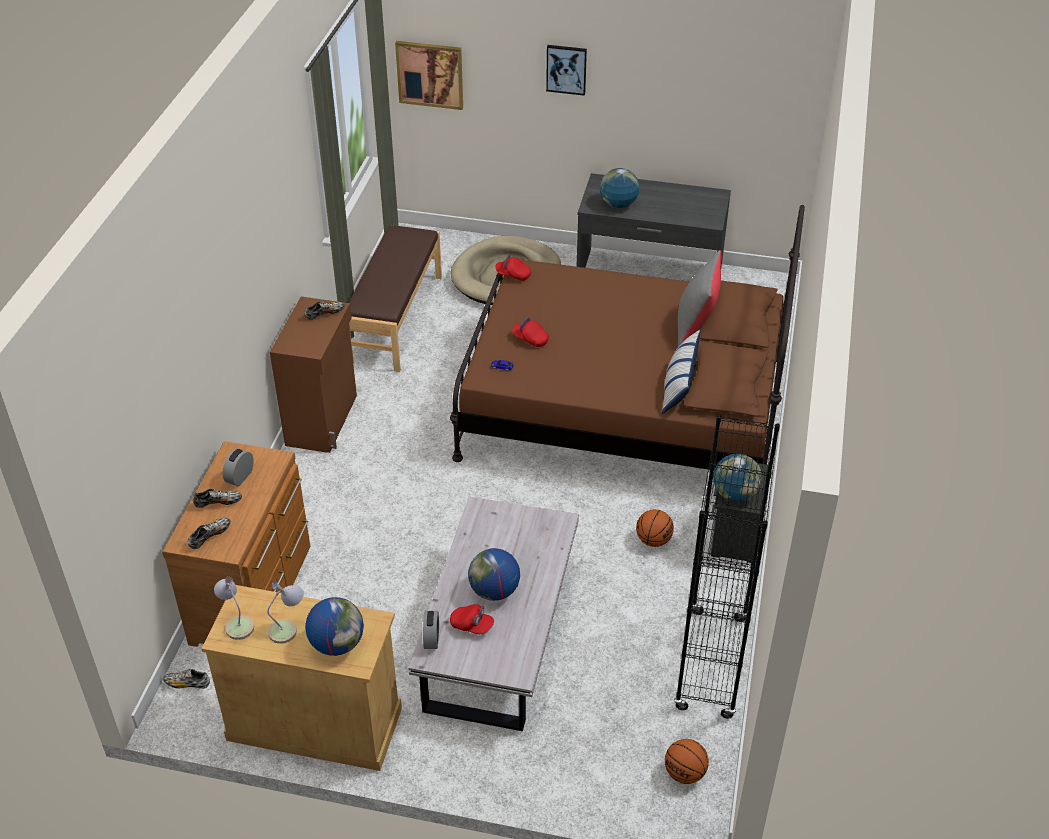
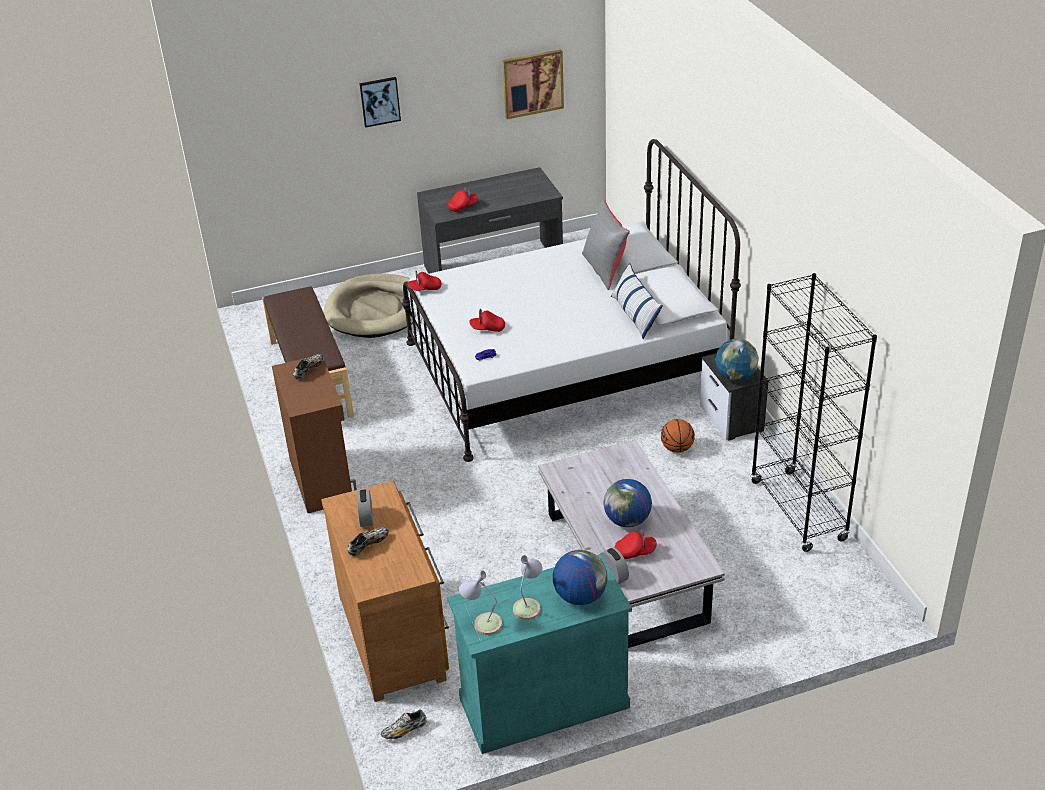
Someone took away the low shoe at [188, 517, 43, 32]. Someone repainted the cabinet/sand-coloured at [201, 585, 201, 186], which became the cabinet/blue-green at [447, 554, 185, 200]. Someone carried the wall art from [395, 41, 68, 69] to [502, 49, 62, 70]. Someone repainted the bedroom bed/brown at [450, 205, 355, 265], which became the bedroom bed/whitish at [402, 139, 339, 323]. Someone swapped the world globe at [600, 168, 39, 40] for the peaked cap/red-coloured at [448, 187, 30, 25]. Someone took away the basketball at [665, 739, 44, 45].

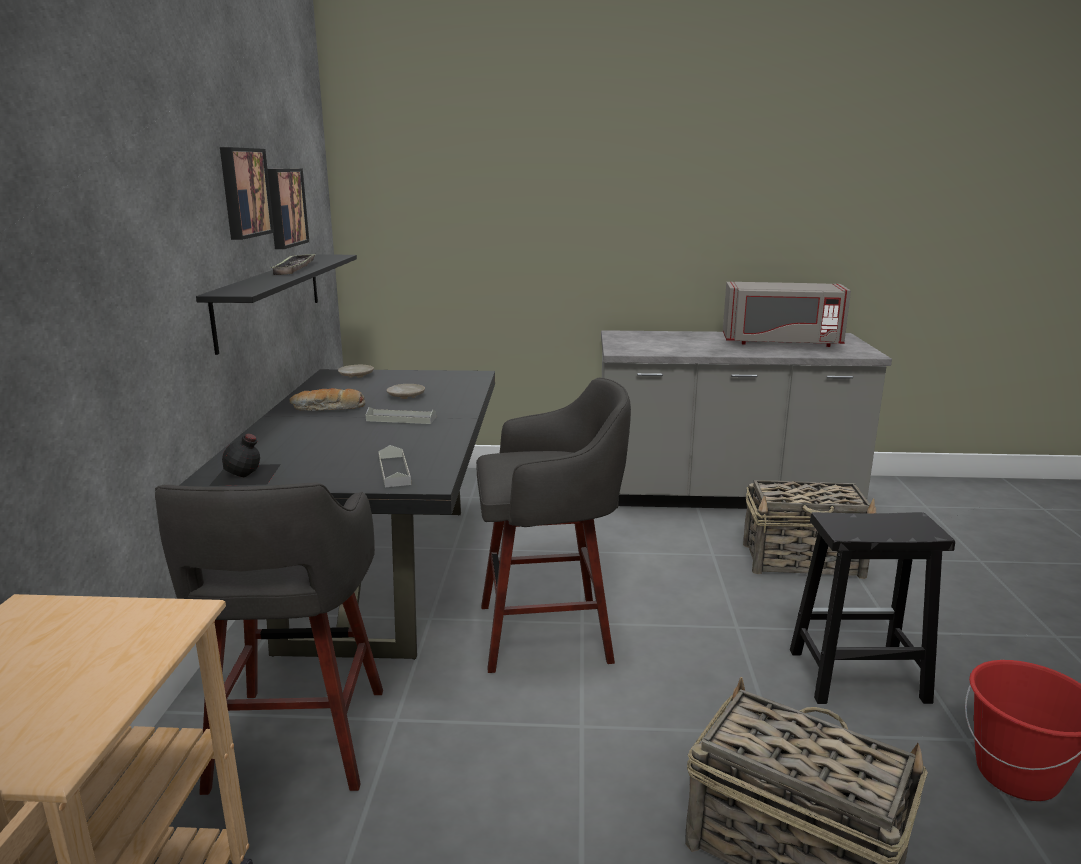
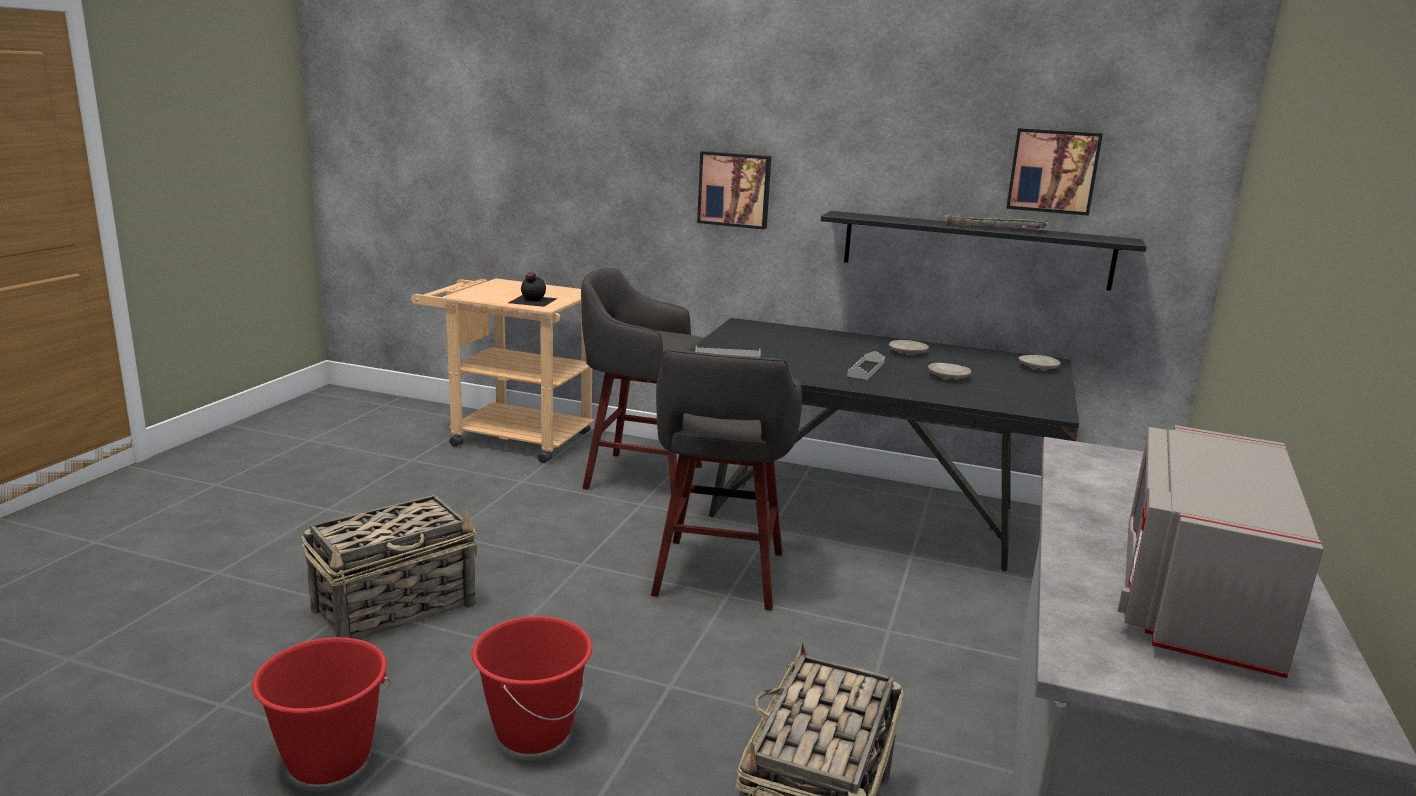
Someone carried the bottle/black from [209, 433, 72, 53] to [508, 272, 50, 35]. Someone carried the wall art from [220, 147, 54, 93] to [697, 151, 74, 79]. Someone swapped the baked bread at [290, 388, 75, 22] for the plate/sand-coloured at [889, 340, 40, 16]. Someone swapped the sitting stool/black at [790, 512, 165, 192] for the water bucket/red-coloured at [472, 616, 120, 138].

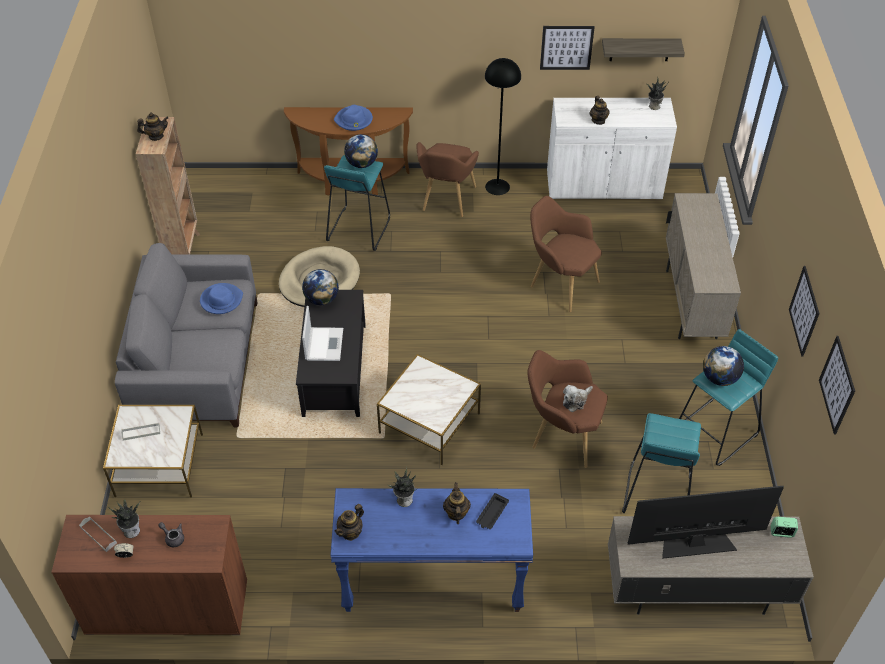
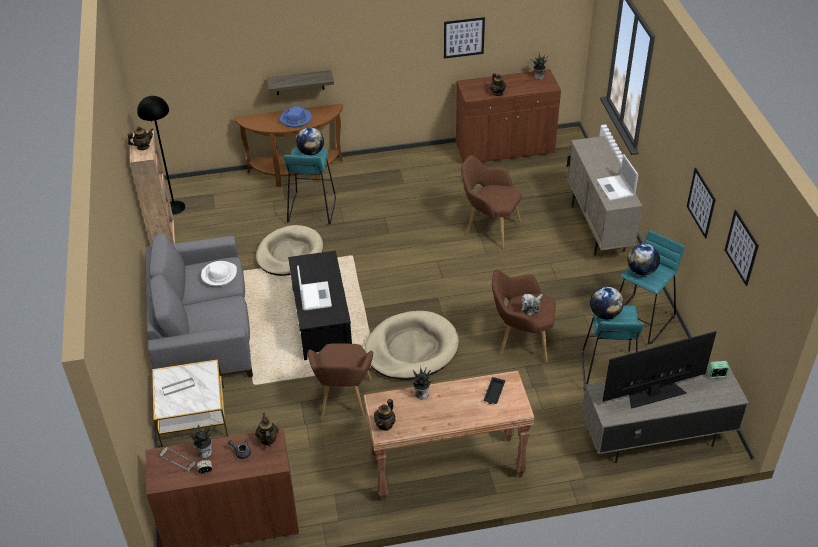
Someone repainted the clothing hat/bluish at [200, 283, 43, 31], which became the clothing hat/whitish at [201, 261, 36, 25]. Someone carried the world globe from [302, 269, 37, 36] to [590, 286, 34, 34]. Someone repainted the hall table/bluish at [330, 488, 203, 124], which became the hall table/brown at [363, 370, 172, 131]. Someone swapped the side table at [377, 354, 104, 111] for the dog cushion/sand-coloured at [365, 311, 94, 69]. Someone carried the lounge chair/brown from [416, 142, 63, 75] to [308, 343, 65, 74]. Someone carried the pot for tea from [443, 482, 28, 42] to [255, 413, 24, 33]. Someone carried the standard lamp/black from [485, 58, 36, 137] to [137, 96, 48, 119]. Someone repainted the cabinet/whitish at [547, 98, 130, 101], which became the cabinet/brown at [456, 69, 105, 94]. Someone carried the wall shelf from [602, 38, 83, 23] to [267, 70, 67, 25]. Someone put down the notebook computer at [596, 154, 43, 47].

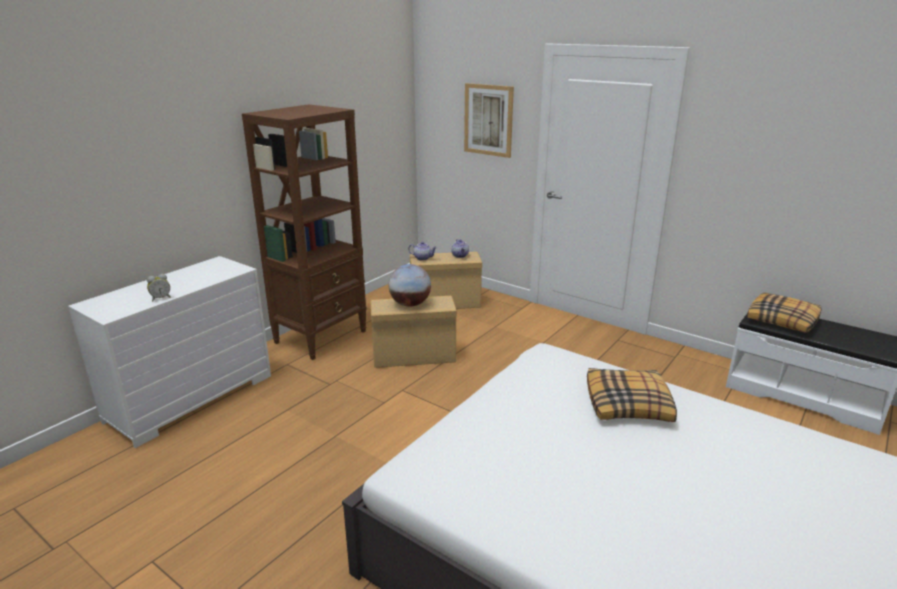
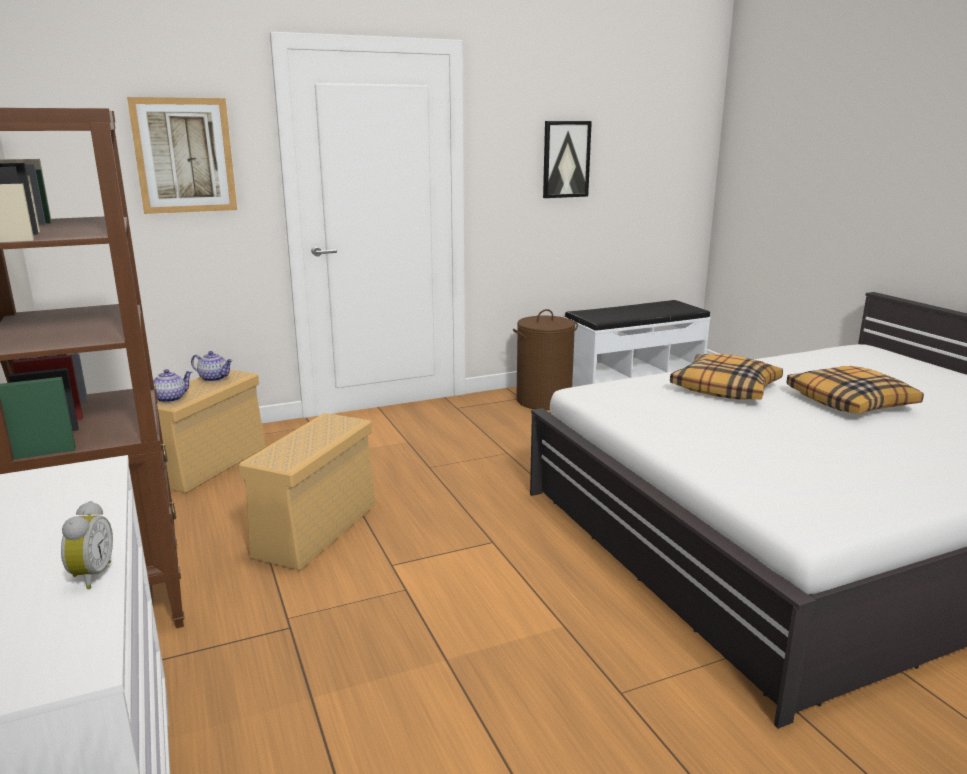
Someone took away the world globe at [389, 264, 42, 43]. Someone carried the cushion from [747, 293, 75, 40] to [787, 366, 137, 48]. Someone put down the washing basket/brown at [513, 309, 65, 101]. Someone put up the wall art at [543, 121, 49, 77].

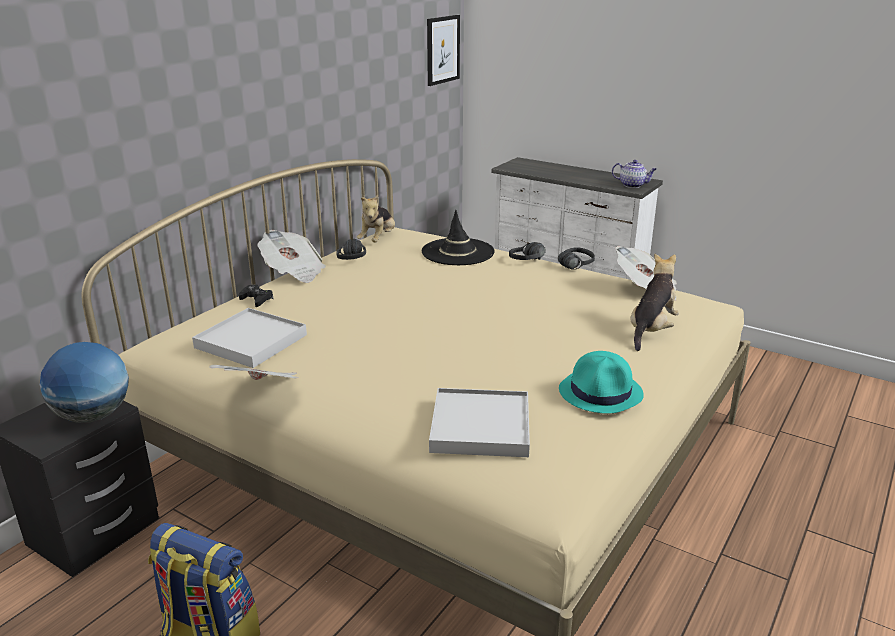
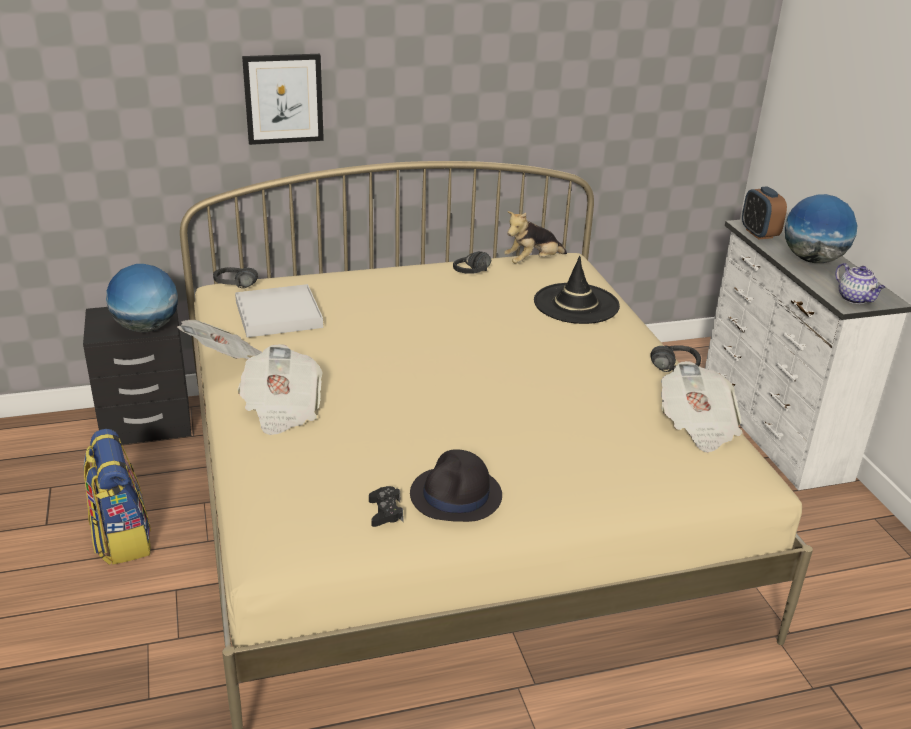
Someone carried the gamepad/black from [239, 285, 34, 22] to [369, 486, 34, 41]. Someone carried the daily paper from [257, 230, 69, 53] to [238, 344, 85, 91]. Someone carried the wall art from [427, 15, 33, 71] to [242, 54, 82, 91]. Someone took away the carrying tray/whitish at [429, 388, 101, 69]. Someone carried the headphones/black from [509, 242, 37, 18] to [213, 267, 45, 21]. Someone repainted the clothing hat/blue-green at [559, 351, 85, 63], which became the clothing hat/black at [410, 449, 92, 73]. Someone took away the soft toy at [631, 253, 48, 98]. Someone put down the bedside clock at [742, 186, 45, 54]. Someone put down the world globe at [785, 194, 72, 69].

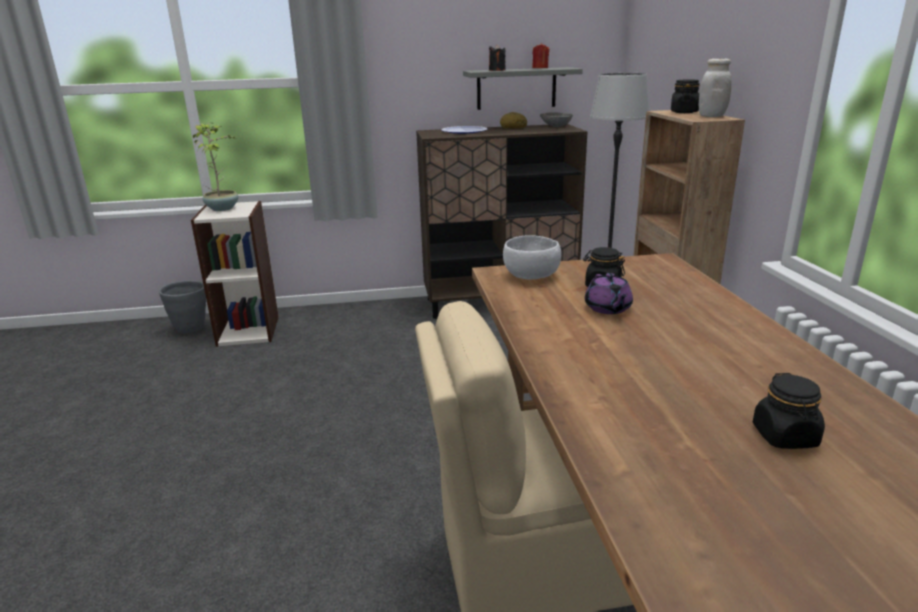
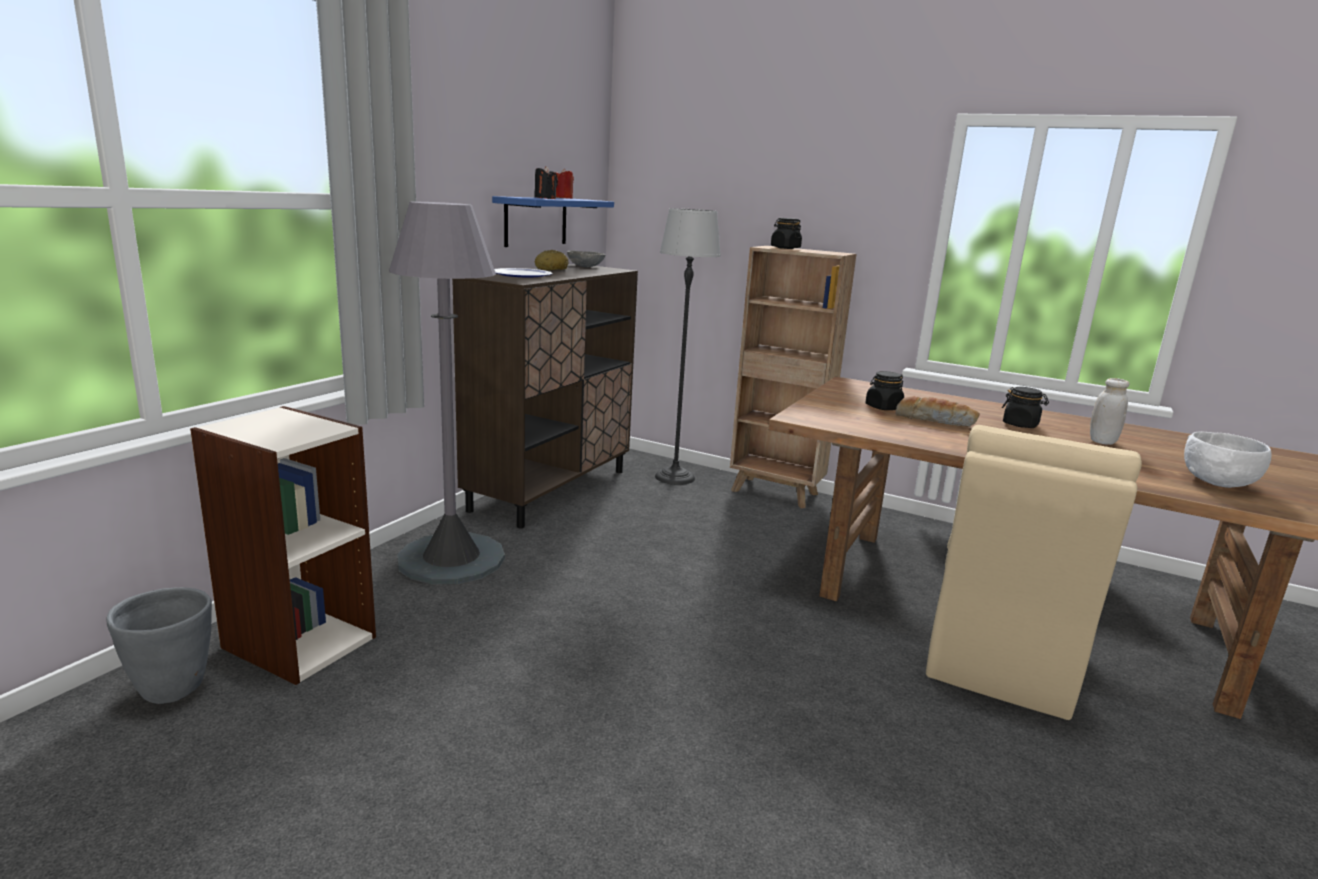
Someone took away the plant in a pot at [193, 122, 45, 89]. Someone repainted the wall shelf/gray at [463, 67, 120, 43], which became the wall shelf/bluish at [492, 196, 122, 51]. Someone carried the bowl/whitish from [503, 235, 58, 45] to [1184, 431, 88, 57]. Someone swapped the pot for tea/purple at [585, 273, 48, 41] for the baked bread at [895, 396, 85, 31]. Someone carried the storage jar/whitish from [698, 59, 34, 58] to [1090, 378, 39, 67]. Someone carried the storage jar/black from [753, 373, 72, 76] to [1002, 387, 47, 41]. Someone put down the standard lamp/gray at [389, 202, 116, 383].

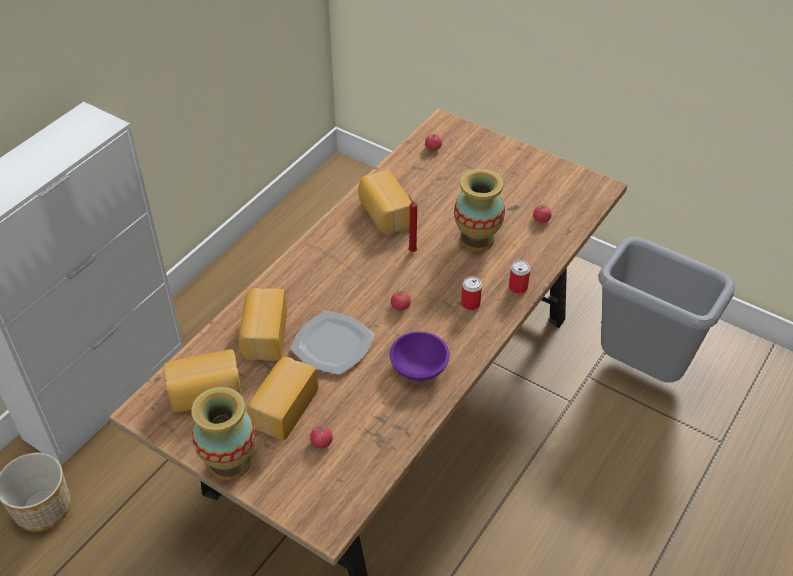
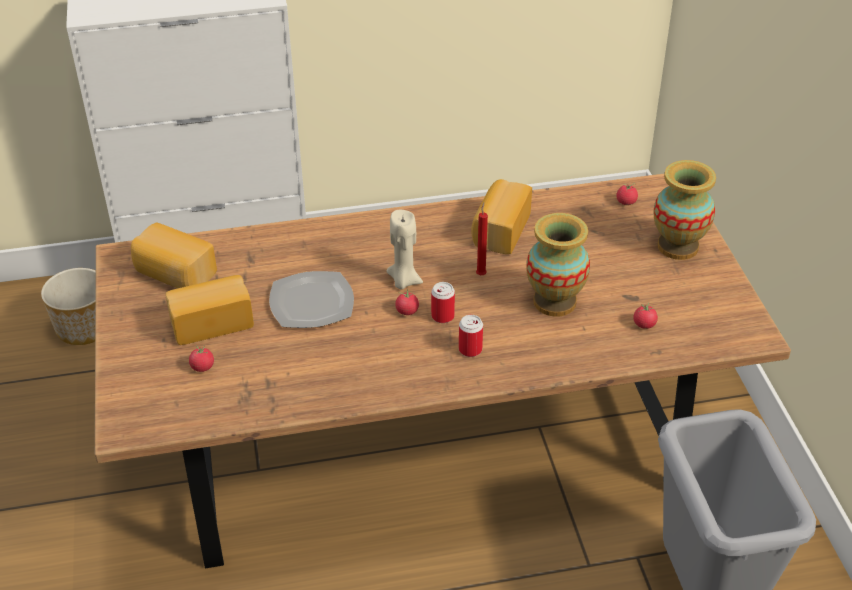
Someone carried the flower vase from [191, 387, 65, 94] to [653, 160, 63, 100]. Someone took away the baked bread at [239, 288, 48, 73]. Someone took away the bowl/purple at [389, 331, 61, 50]. Someone carried the can from [509, 260, 21, 34] to [431, 282, 24, 41]. Someone put down the wax candle/sand-coloured at [387, 210, 36, 79].

